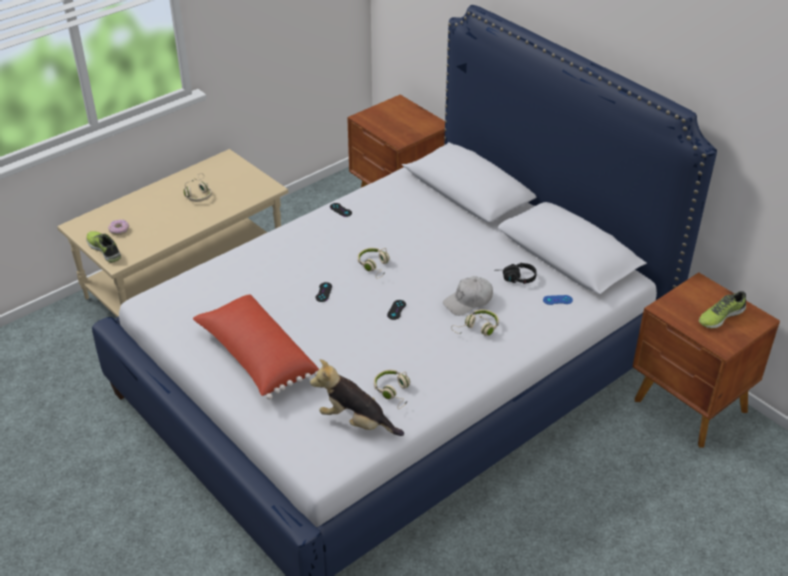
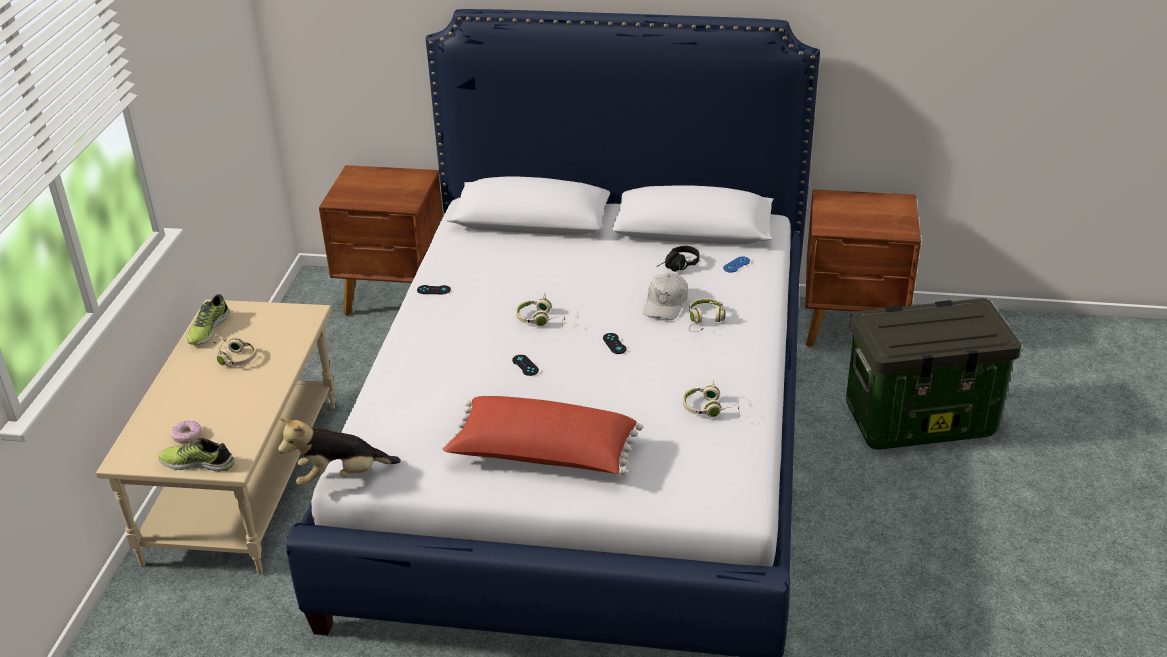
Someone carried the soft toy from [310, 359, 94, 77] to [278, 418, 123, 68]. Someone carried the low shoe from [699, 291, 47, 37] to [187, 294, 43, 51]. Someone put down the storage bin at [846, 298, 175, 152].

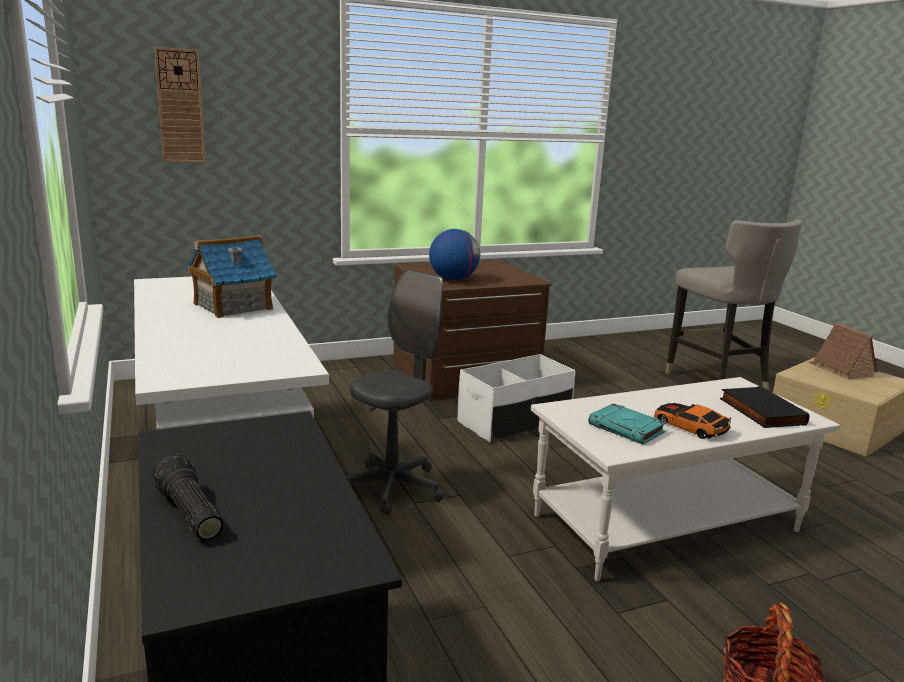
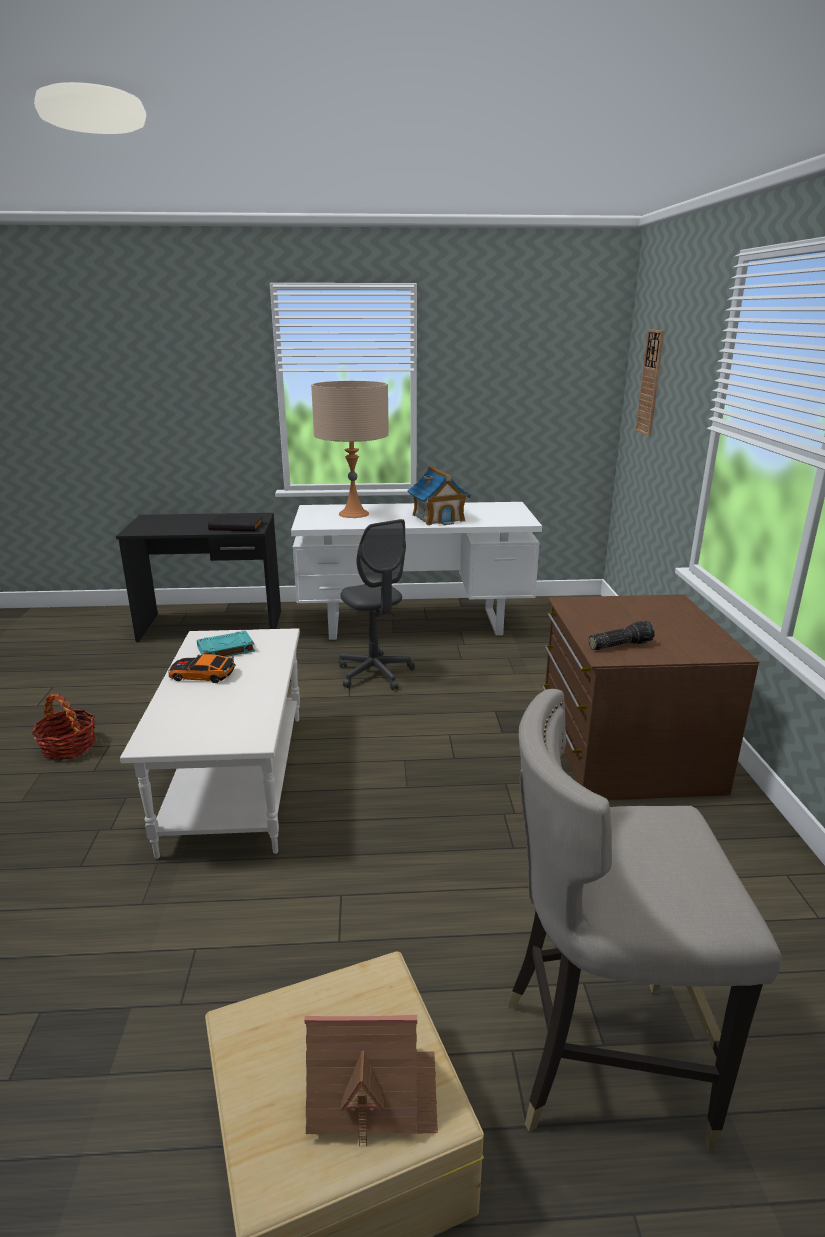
Someone carried the flashlight from [152, 454, 72, 87] to [589, 621, 66, 29]. Someone took away the world globe at [429, 229, 51, 52]. Someone took away the storage bin/whitish at [458, 354, 117, 88]. Someone rotated the toy car at [654, 403, 77, 36] by 150 degrees counterclockwise. Someone carried the volume/black from [720, 386, 89, 42] to [208, 515, 56, 16]. Someone put down the tabletop lamp/sand-coloured at [311, 381, 78, 137].

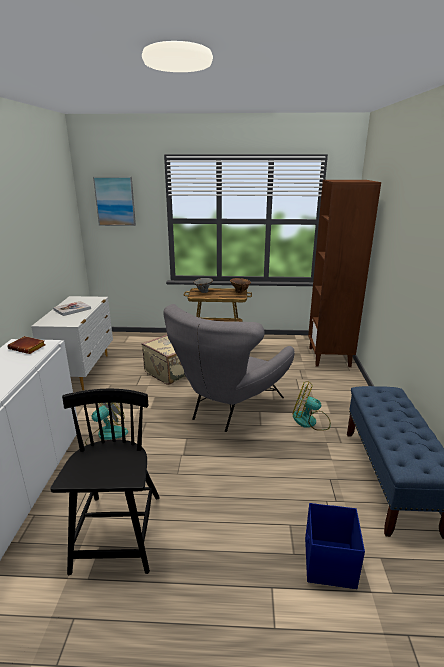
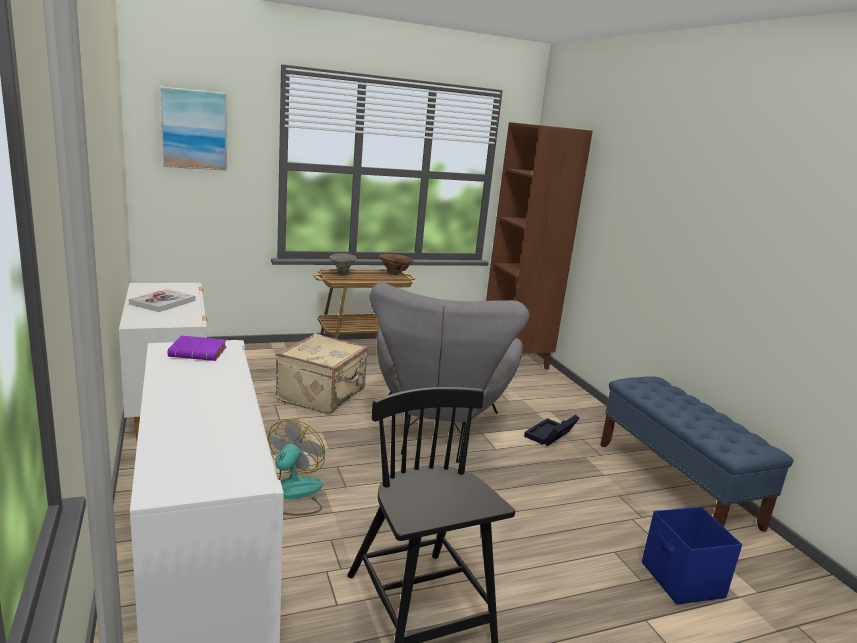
Someone repainted the volume/brown at [7, 336, 38, 18], which became the volume/purple at [167, 336, 60, 25]. Someone swapped the fan at [292, 381, 39, 50] for the storage bin/black at [524, 415, 56, 31].

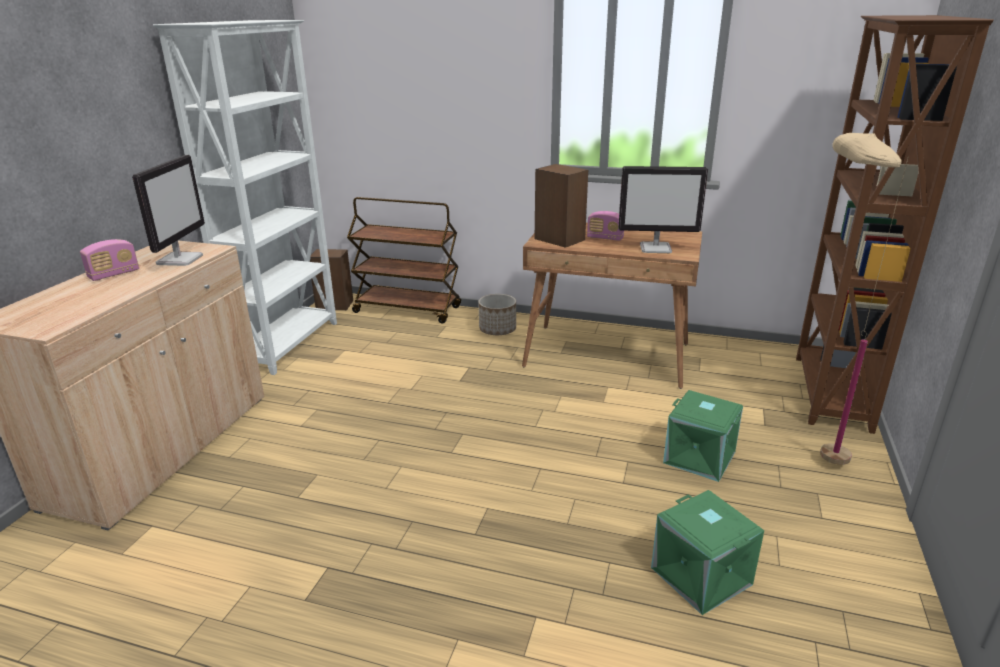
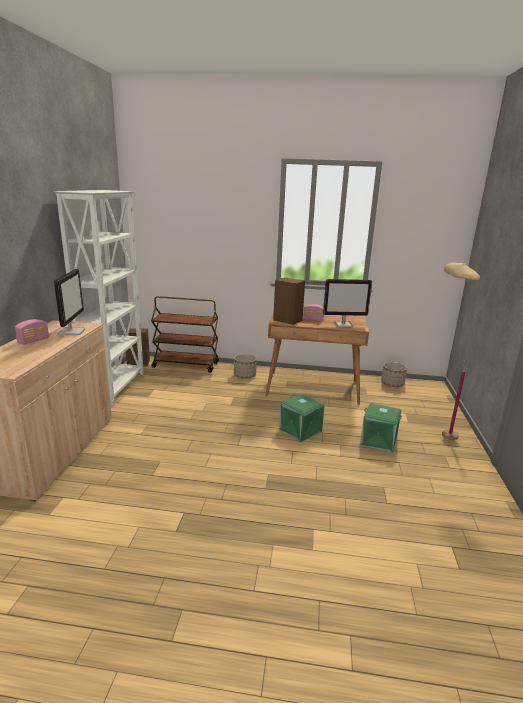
Someone carried the storage bin/green-coloured from [651, 490, 113, 125] to [279, 394, 46, 48]. Someone took away the shelving unit/brown at [796, 15, 198, 419]. Someone put down the planter at [381, 362, 26, 25].

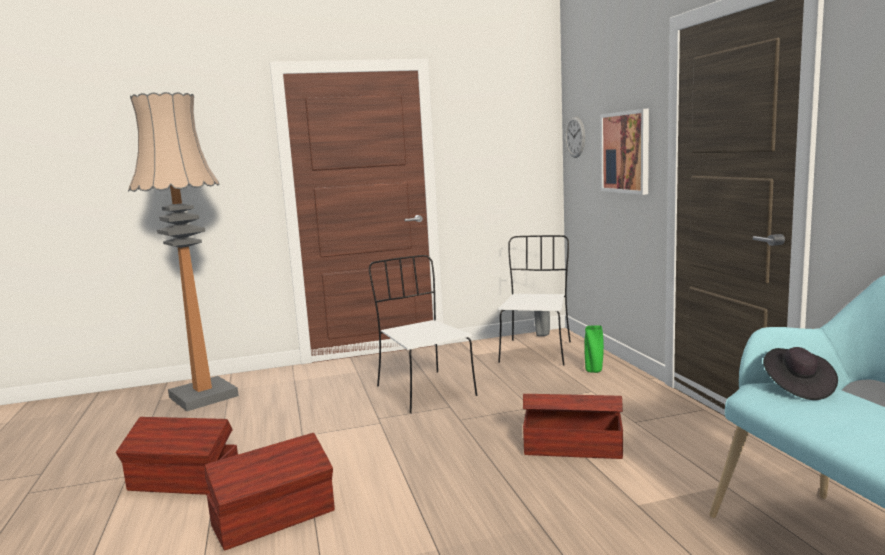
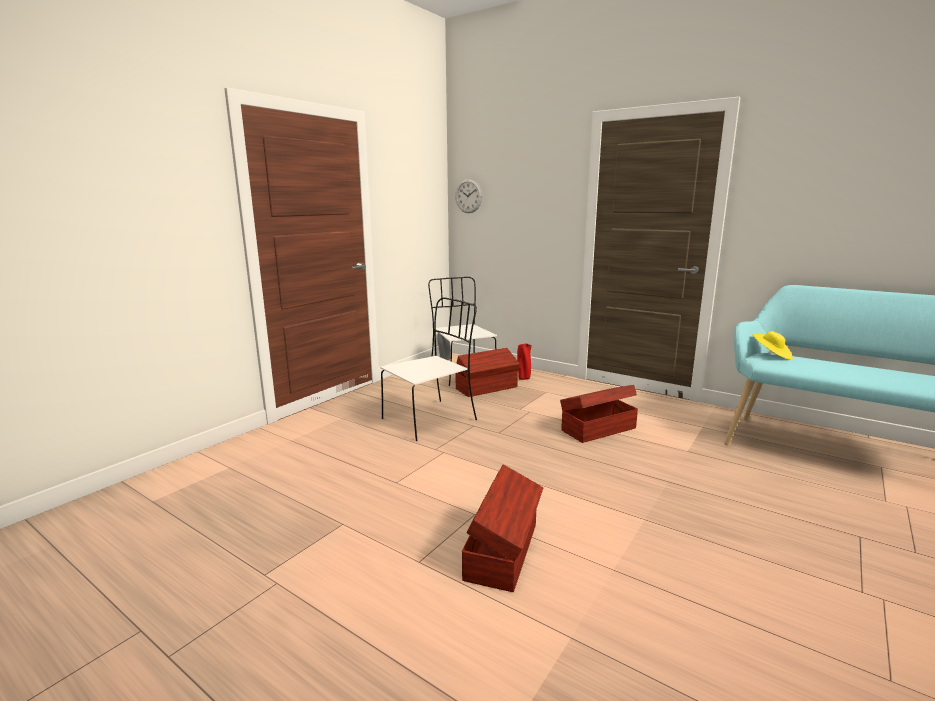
Someone carried the storage bin/brown from [116, 417, 122, 78] to [456, 348, 64, 49]. Someone took away the standard lamp at [128, 92, 111, 319]. Someone rotated the upright chair/whitish at [369, 255, 108, 158] by 120 degrees clockwise. Someone repainted the flower vase/green-coloured at [584, 325, 20, 48], which became the flower vase/red-coloured at [517, 344, 15, 36]. Someone took away the wall art at [600, 109, 49, 86]. Someone repainted the clothing hat/black at [763, 347, 75, 53], which became the clothing hat/yellowish at [752, 331, 41, 29].

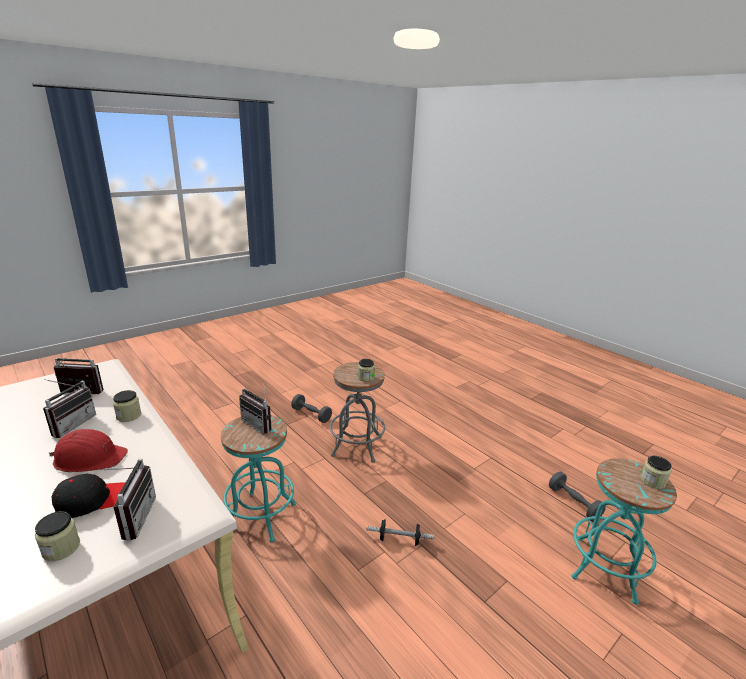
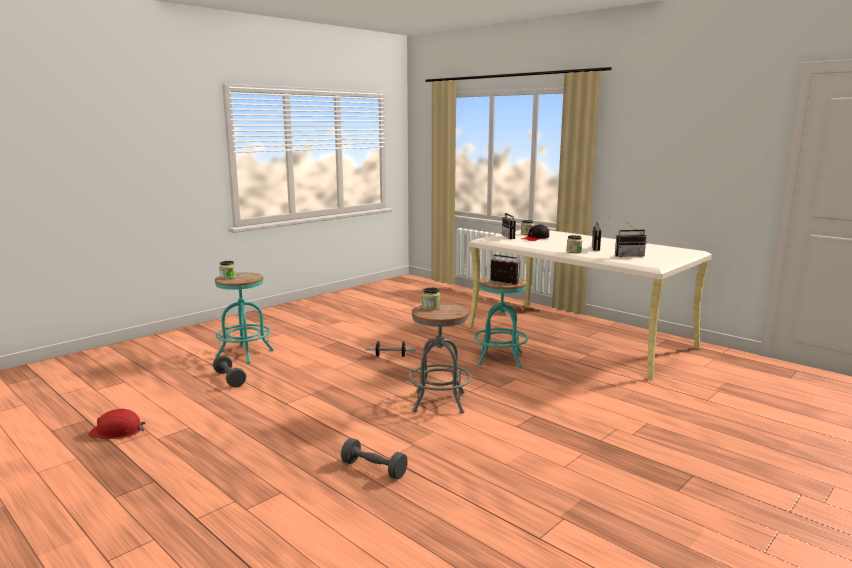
Someone carried the hard hat/red-coloured from [48, 429, 80, 43] to [88, 409, 58, 30]. Someone carried the dumbbell/gray from [291, 394, 41, 29] to [341, 438, 67, 41].

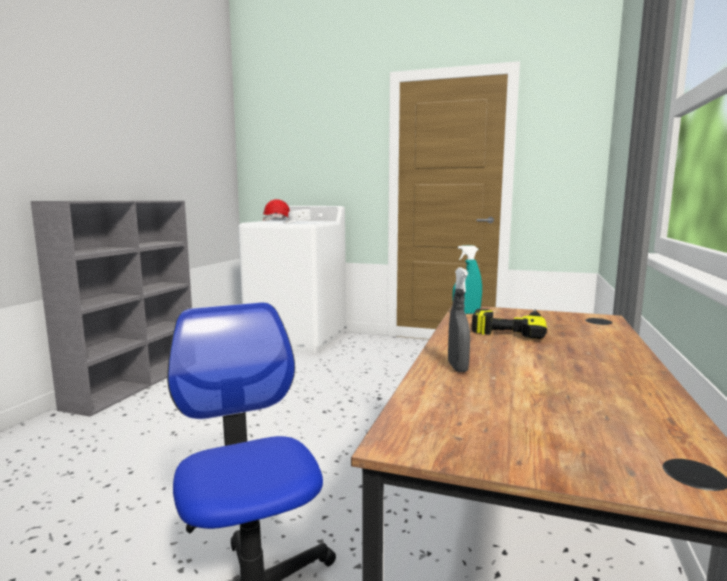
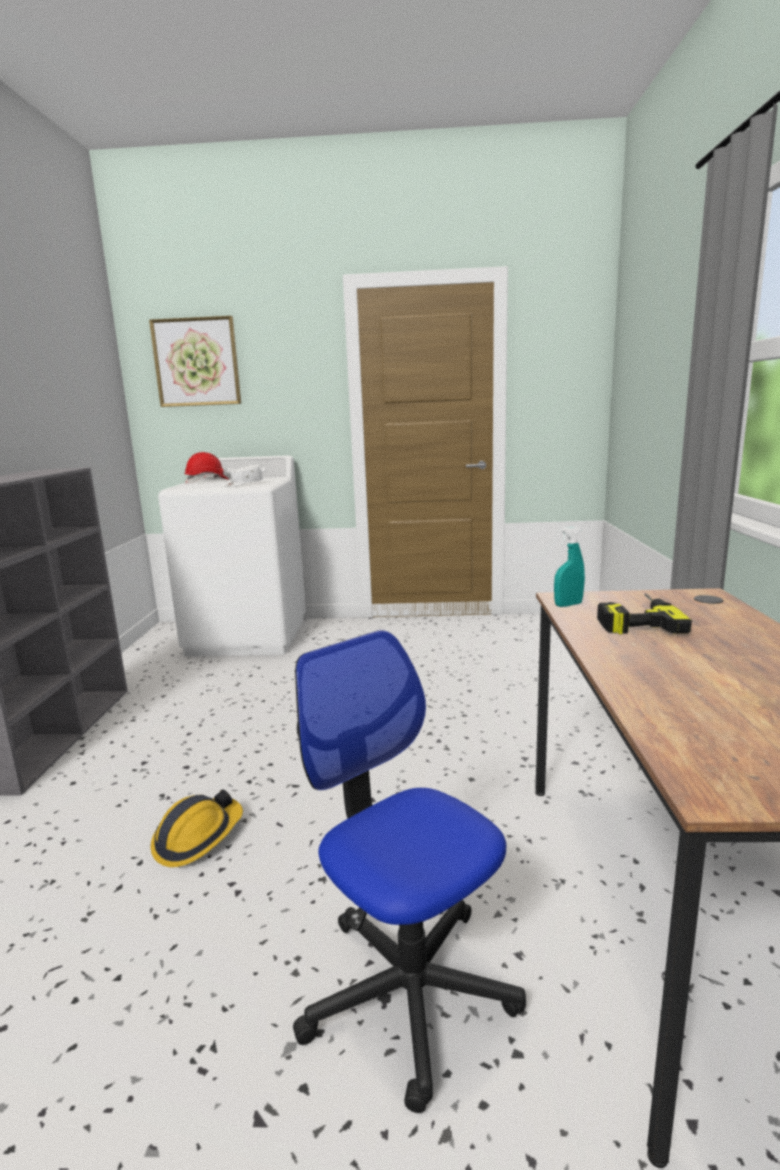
Someone took away the spray bottle/gray at [448, 268, 22, 104]. Someone put up the wall art at [149, 316, 92, 91]. Someone put down the hard hat at [150, 789, 93, 78].

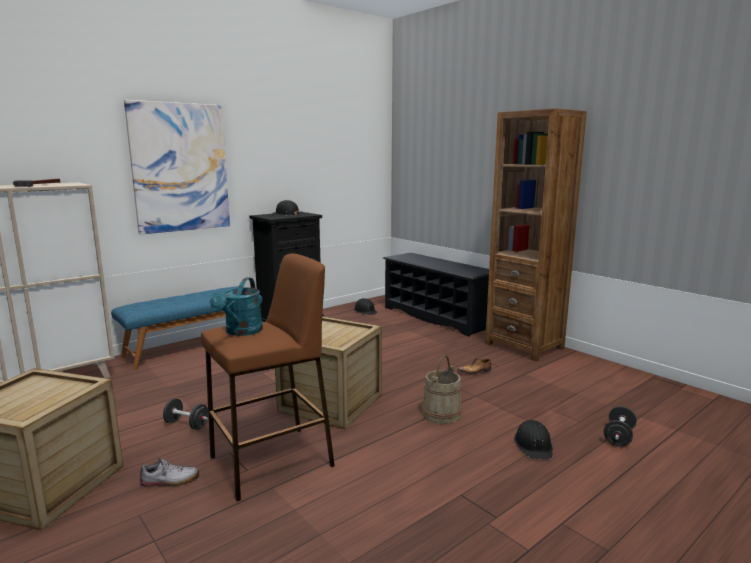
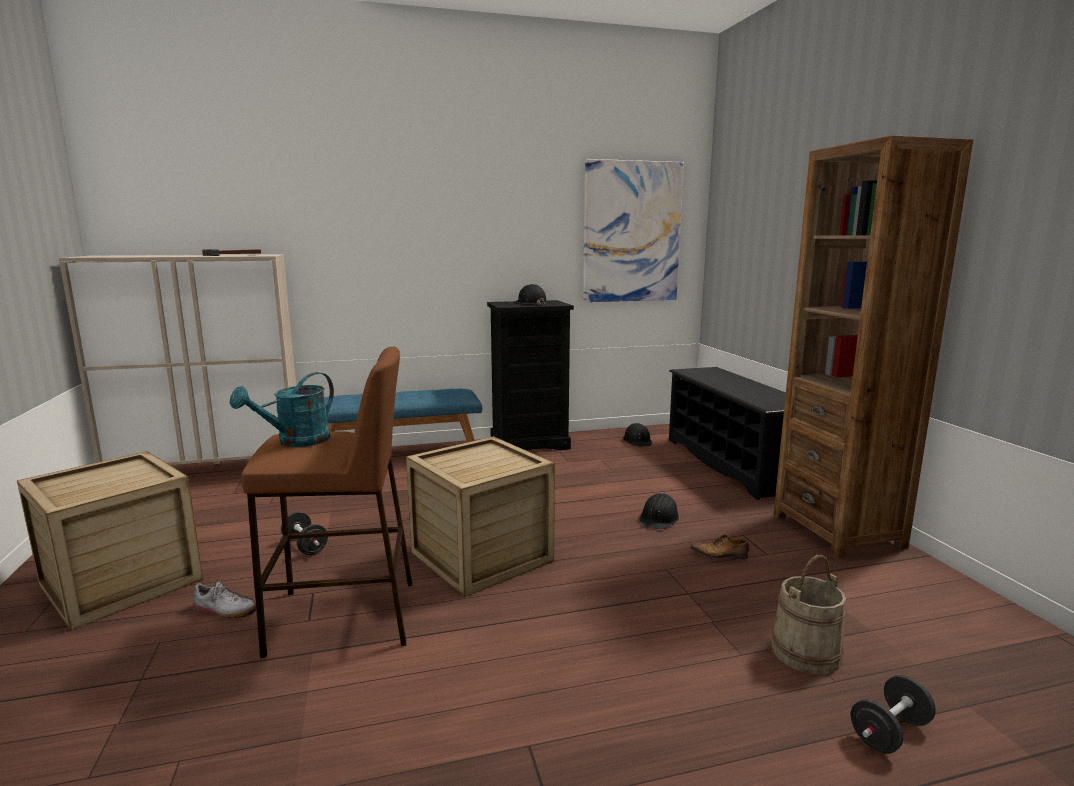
Someone carried the wall art from [124, 100, 106, 135] to [583, 159, 101, 143]. Someone carried the water bucket/sand-coloured from [422, 355, 40, 70] to [771, 555, 75, 120]. Someone carried the hard hat/black from [514, 420, 39, 39] to [640, 493, 39, 37].

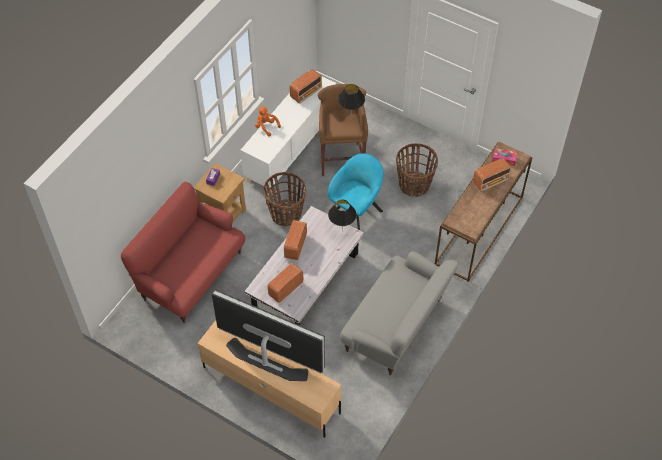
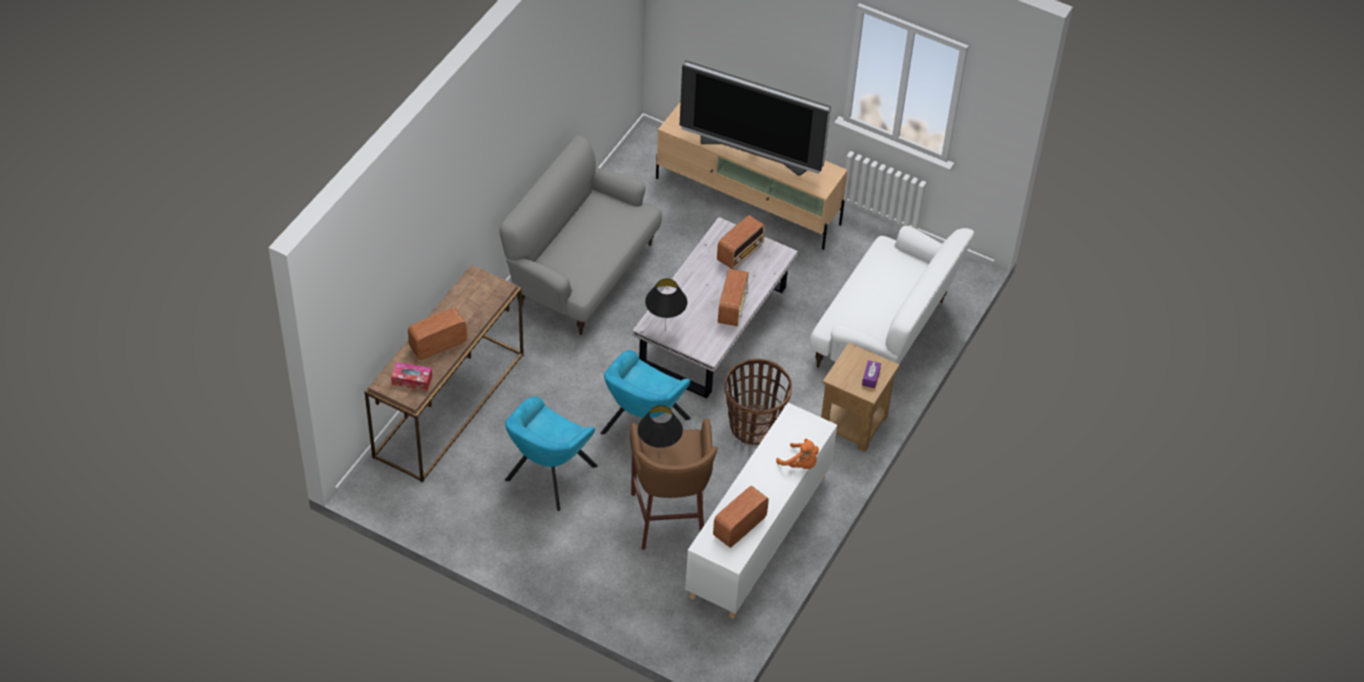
Someone repainted the settee/red-coloured at [121, 182, 124, 141], which became the settee/whitish at [810, 226, 164, 141]. Someone swapped the household basket at [396, 143, 42, 54] for the lounge chair/blue-green at [505, 396, 93, 115].

